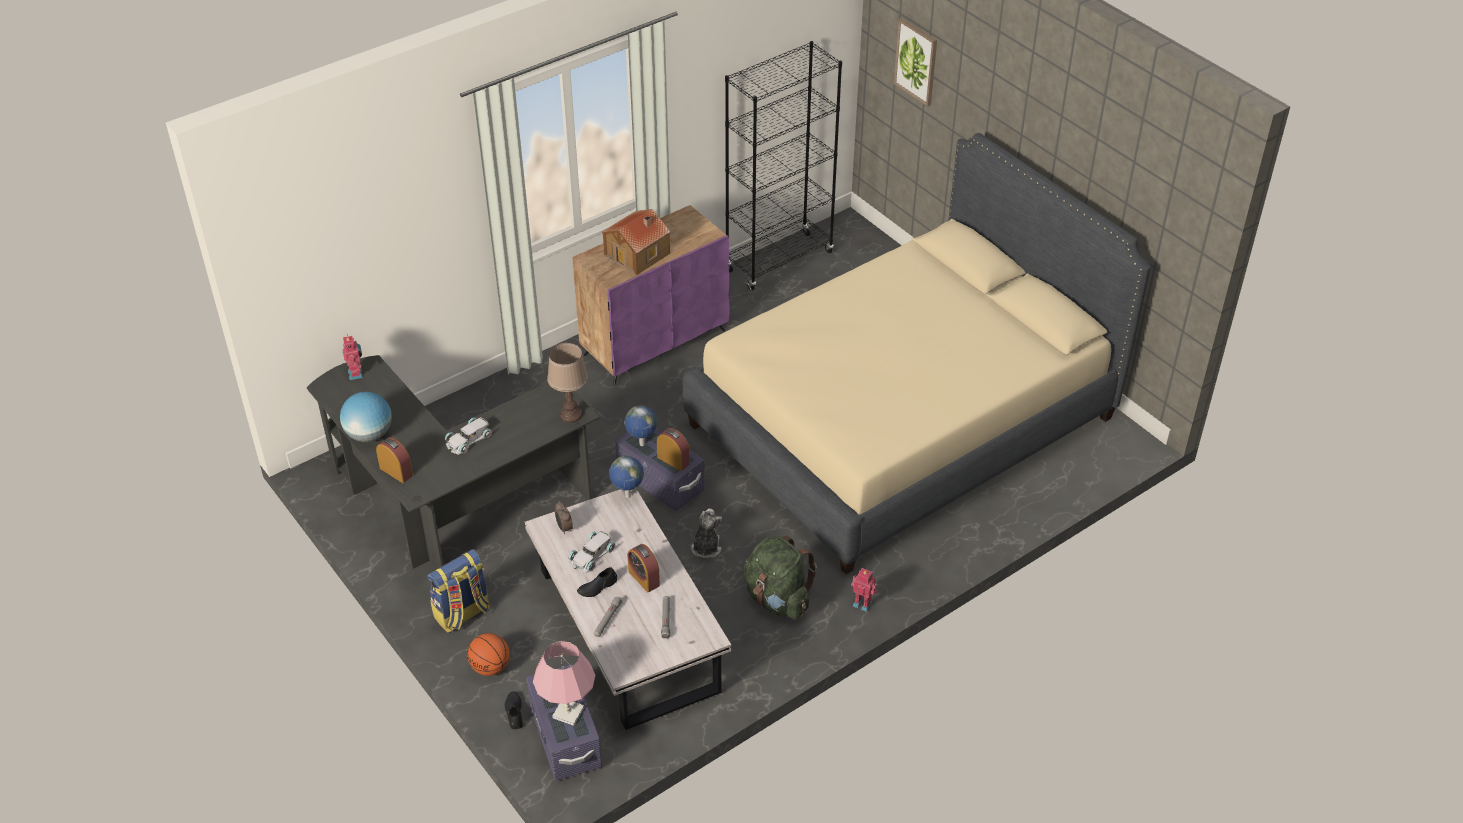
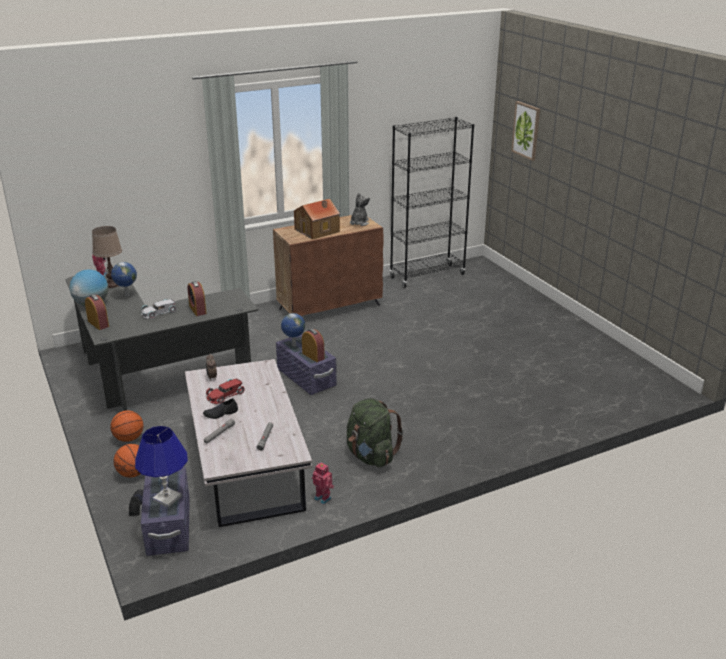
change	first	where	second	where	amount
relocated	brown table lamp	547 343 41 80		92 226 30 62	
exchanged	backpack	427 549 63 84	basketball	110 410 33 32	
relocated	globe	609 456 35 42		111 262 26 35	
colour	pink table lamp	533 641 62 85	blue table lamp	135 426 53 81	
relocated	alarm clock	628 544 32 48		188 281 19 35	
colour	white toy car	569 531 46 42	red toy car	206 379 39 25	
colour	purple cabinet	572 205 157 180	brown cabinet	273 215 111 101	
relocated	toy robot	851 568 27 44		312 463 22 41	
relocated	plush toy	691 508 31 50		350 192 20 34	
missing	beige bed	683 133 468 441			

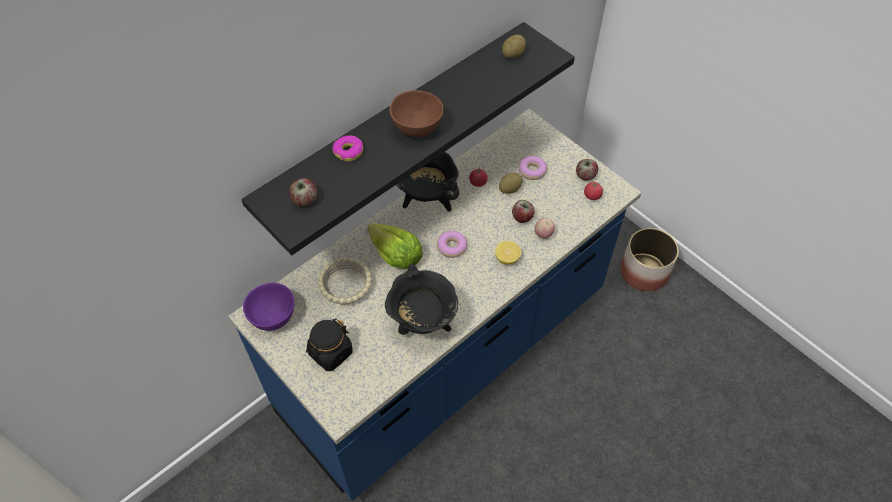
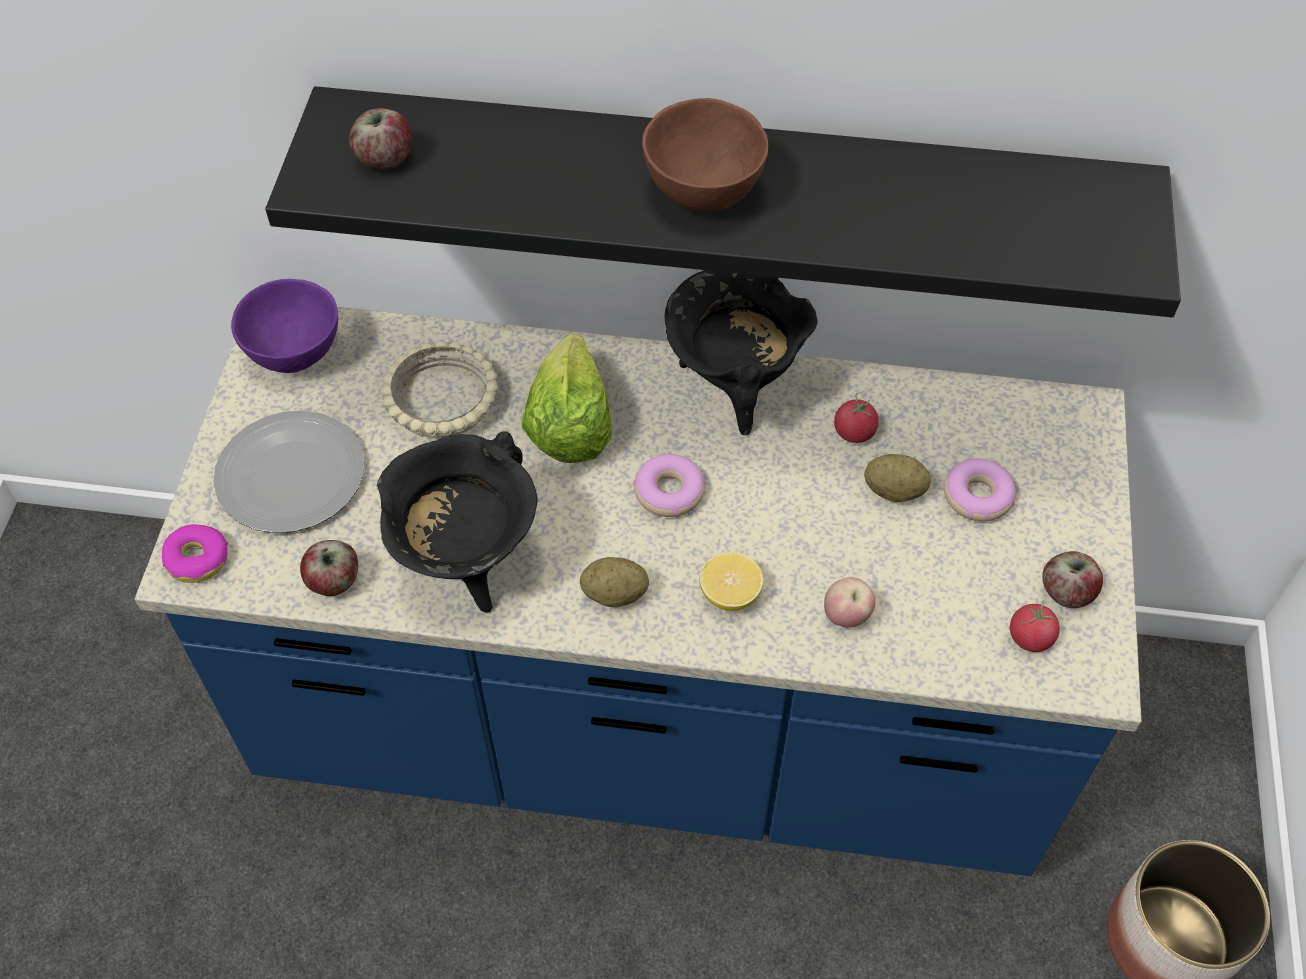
change	first	where	second	where	amount
relocated	donut	332 135 31 26		162 524 66 59	
exchanged	black jar	306 318 47 53	plate	213 410 151 123	
relocated	apple	512 200 23 23		300 540 58 56	
relocated	potato	502 35 24 23		580 557 69 50	

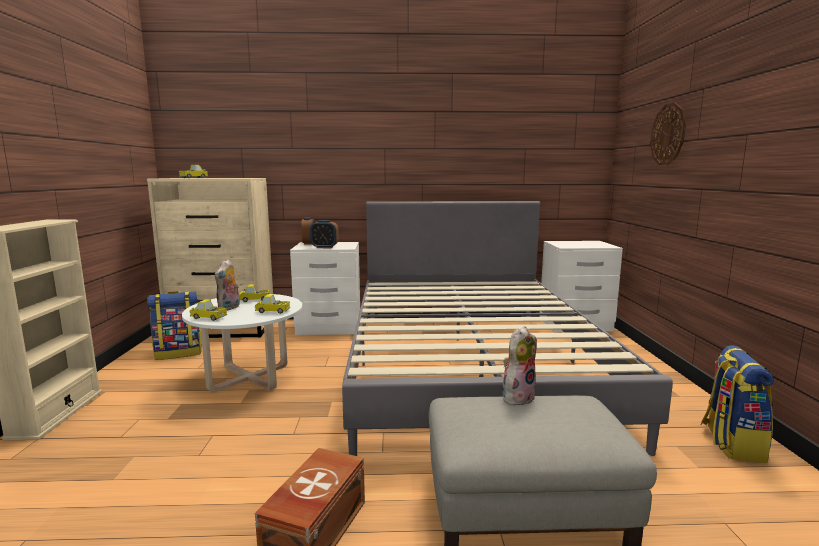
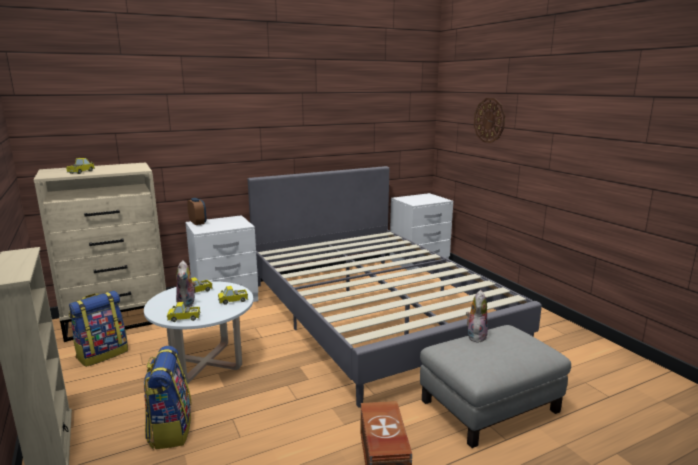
change	first	where	second	where	amount
relocated	backpack	700 346 74 117		144 346 48 103	
missing	alarm clock	310 220 29 28			

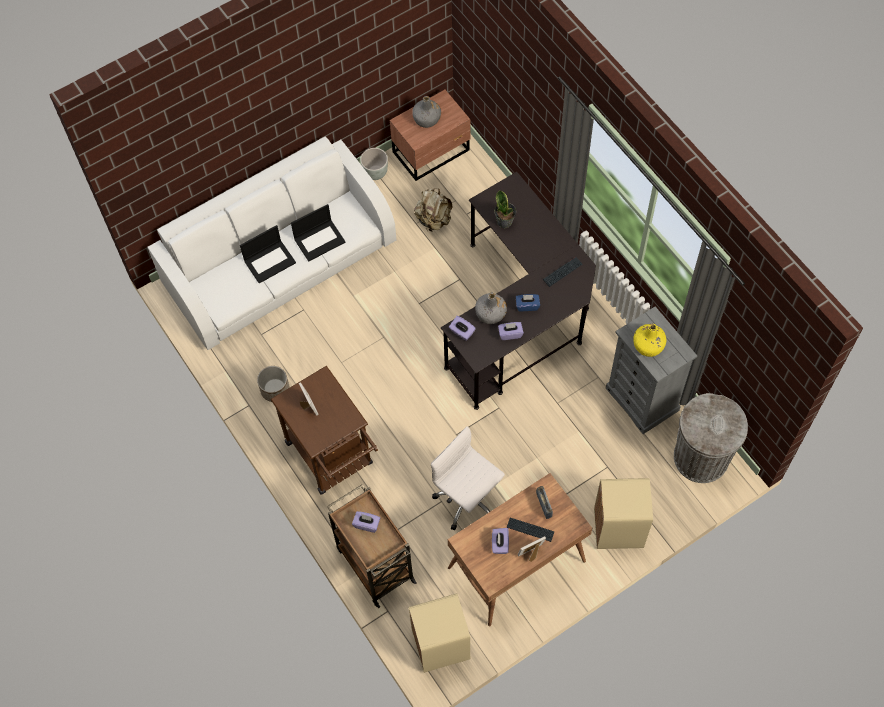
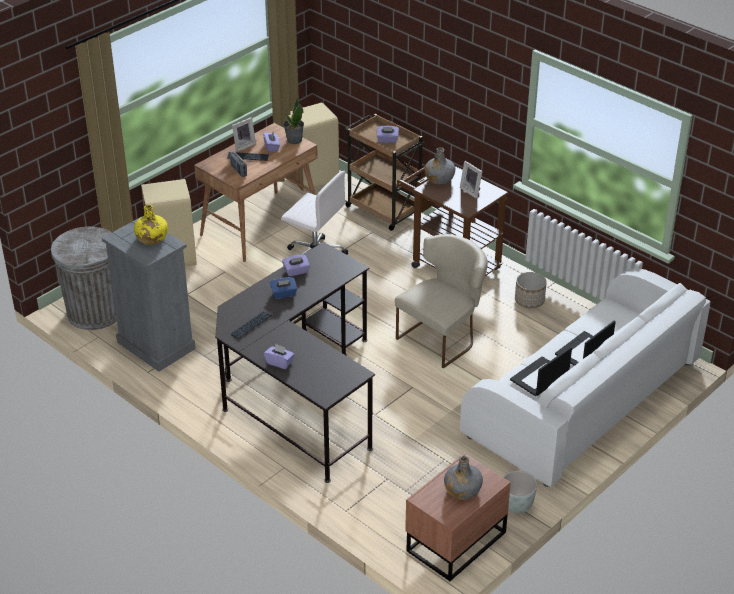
change	first	where	second	where	amount
relocated	purple tissue box	449 316 27 25		264 344 30 25	
relocated	potted plant	494 190 22 38		283 98 21 46	
appeared			beige chair	395 234 93 134	
relocated	grey bottle	475 293 32 31		424 147 31 37	
missing	beige backpack	414 188 39 44			

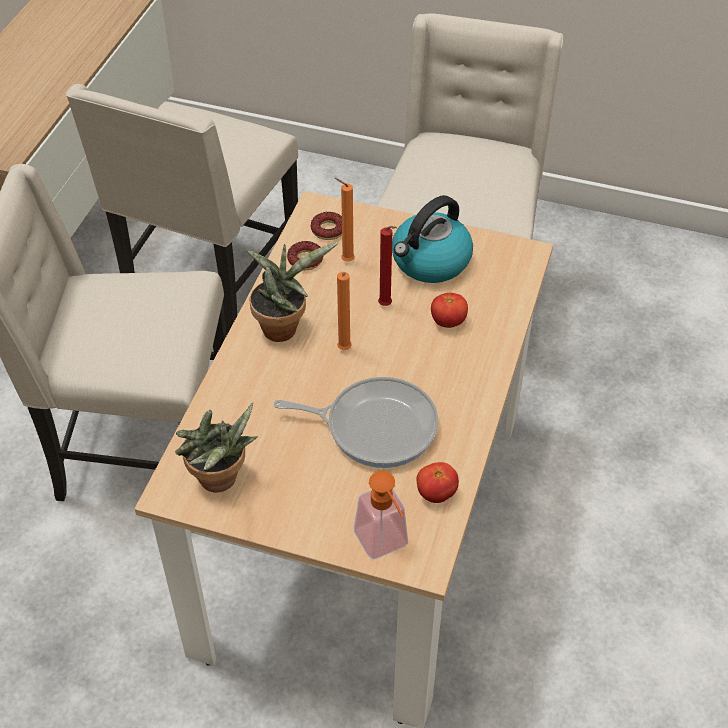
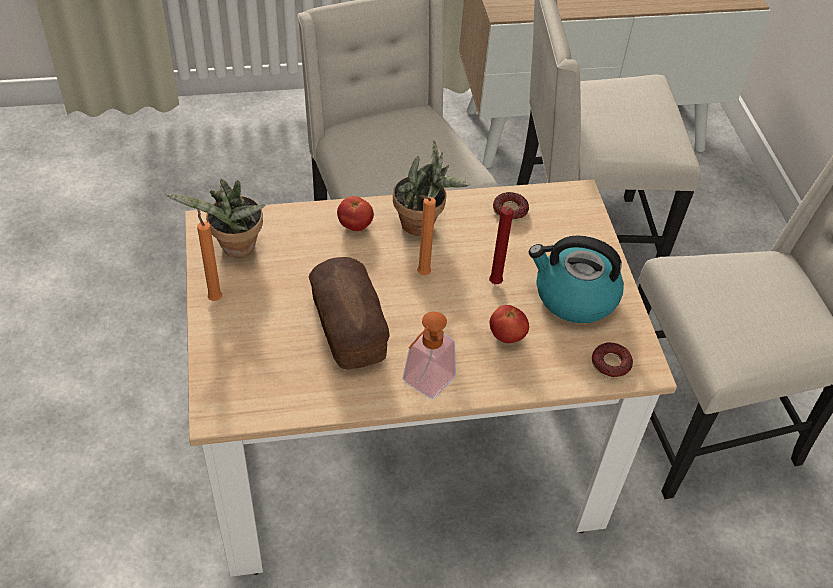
change	first	where	second	where	amount
relocated	orange candle	335 178 20 84		197 208 25 93	
exchanged	frying pan	274 377 164 91	bread	308 257 82 113	
relocated	tomato	416 462 43 41		337 196 37 35	
relocated	soap dispenser	354 471 54 88		403 312 53 87	
relocated	donut	311 212 31 28		592 343 41 35	

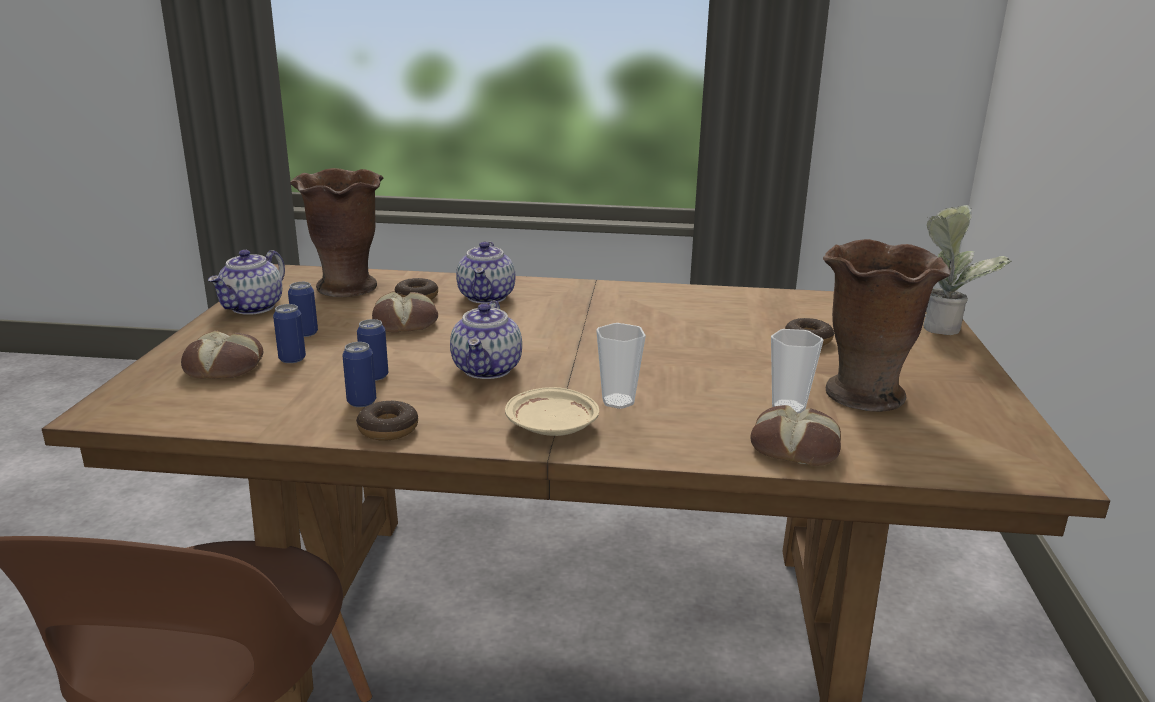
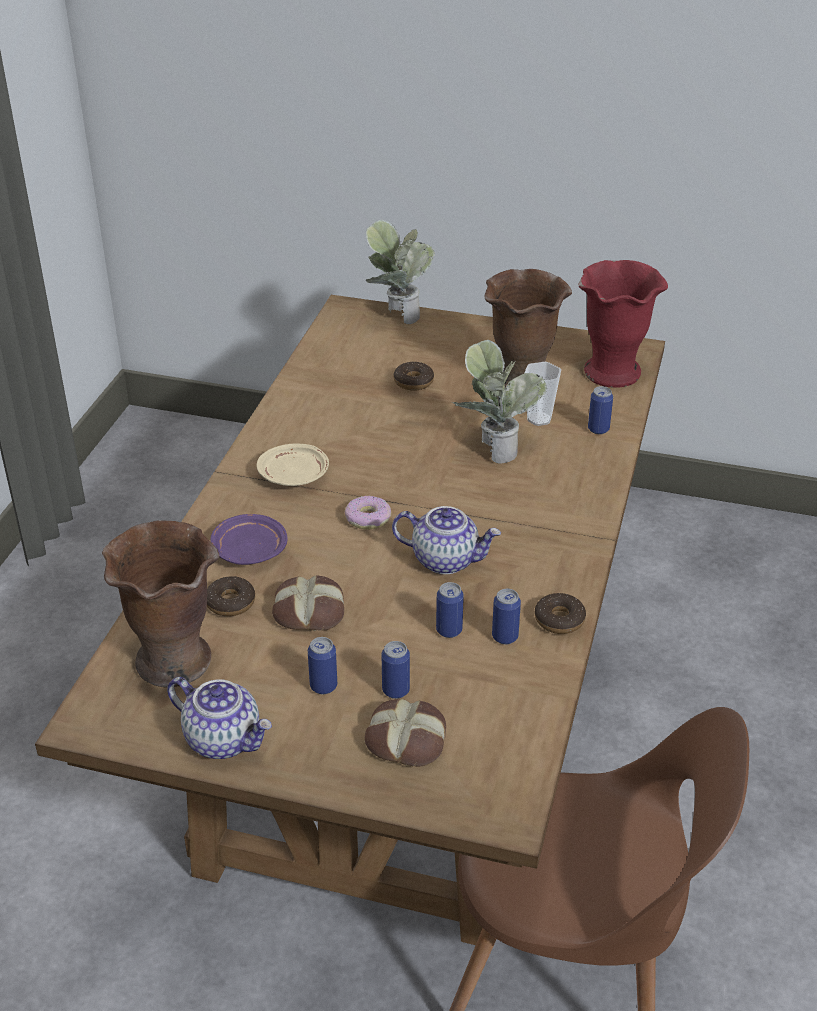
change	first	where	second	where	amount
exchanged	teapot	456 242 59 62	purple plate	211 514 77 51	
relocated	beige plate	505 387 94 49		257 444 72 42	
appeared			donut	345 496 46 33	
appeared			potted plant	452 340 95 123	
appeared			red vase	578 260 90 128	
exchanged	bread	751 405 90 61	can	588 386 25 48	
missing	cup	596 323 50 86			

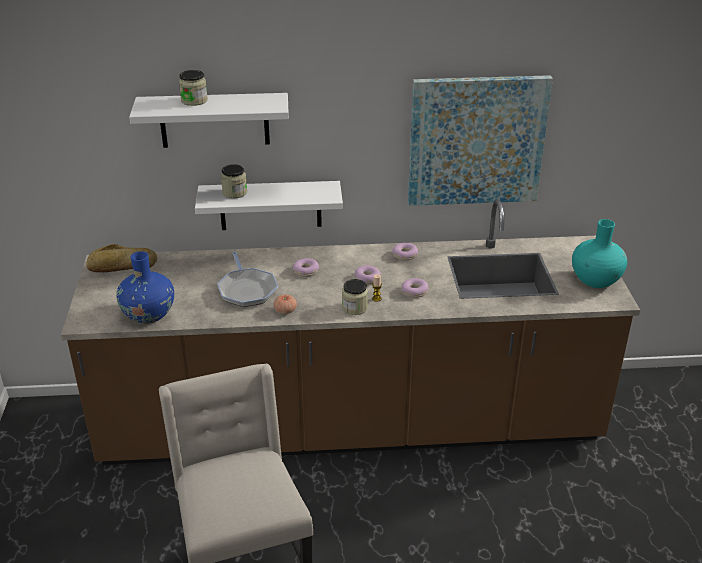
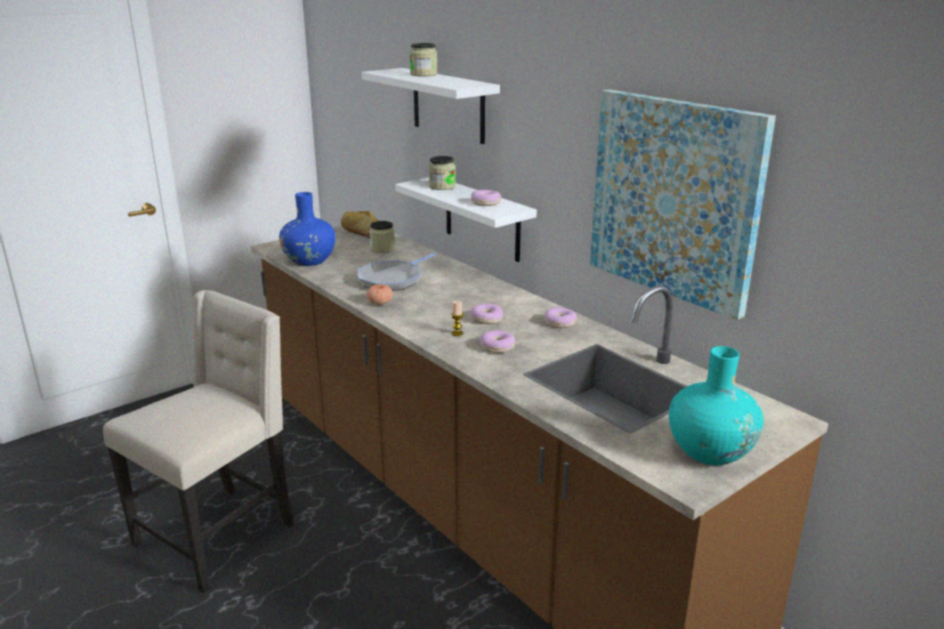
change	first	where	second	where	amount
relocated	jar	342 279 26 36		369 221 26 32	
relocated	donut	293 258 26 19		471 190 31 16	

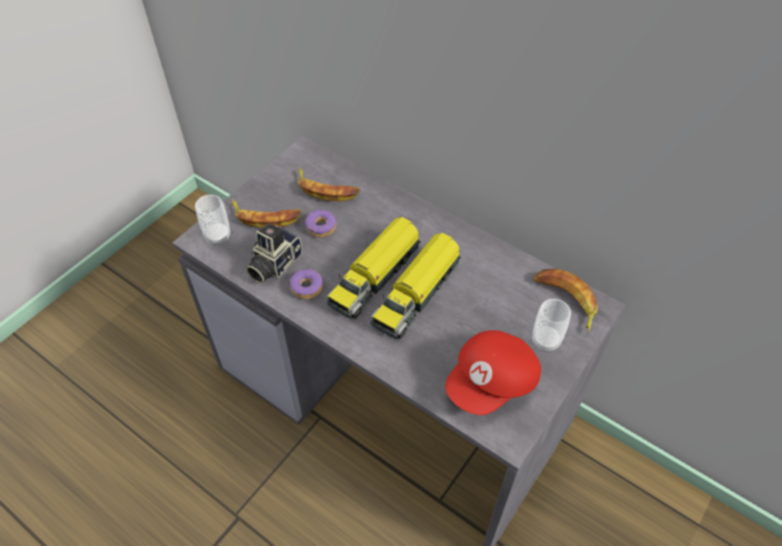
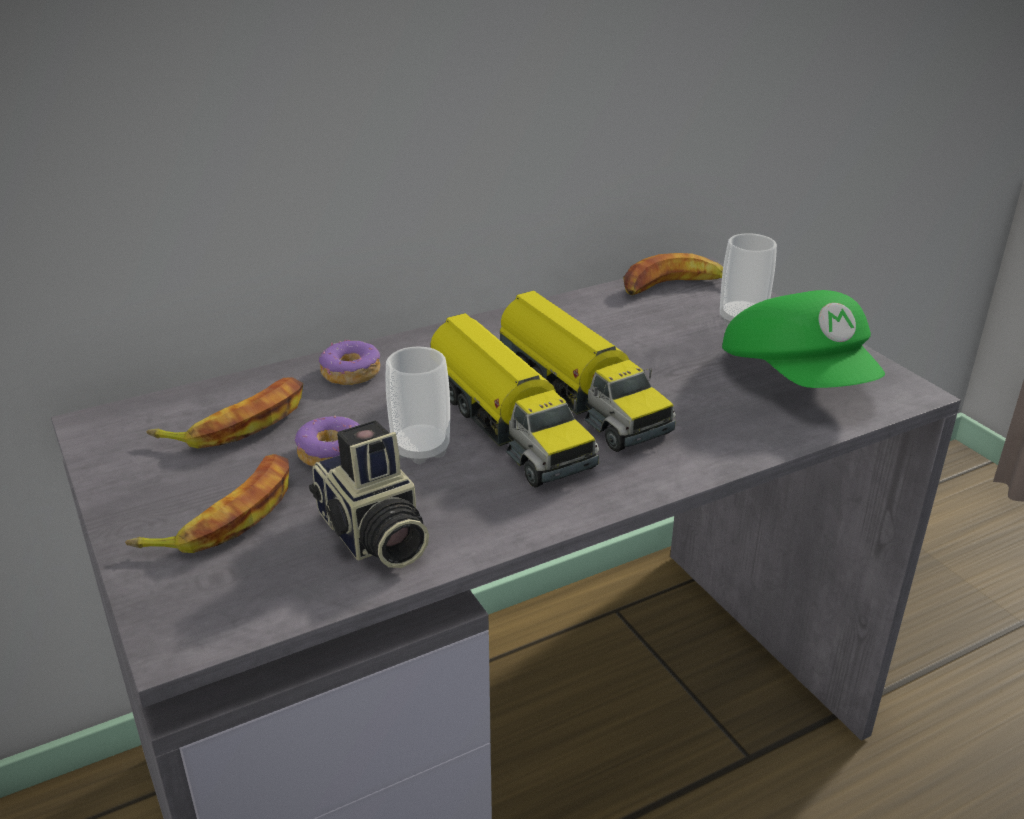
change	first	where	second	where	amount
relocated	donut	290 269 33 31		319 340 61 45	
relocated	cup	195 195 35 50		385 347 65 117	
colour	red cap	445 330 96 85	green cap	722 290 163 98	

